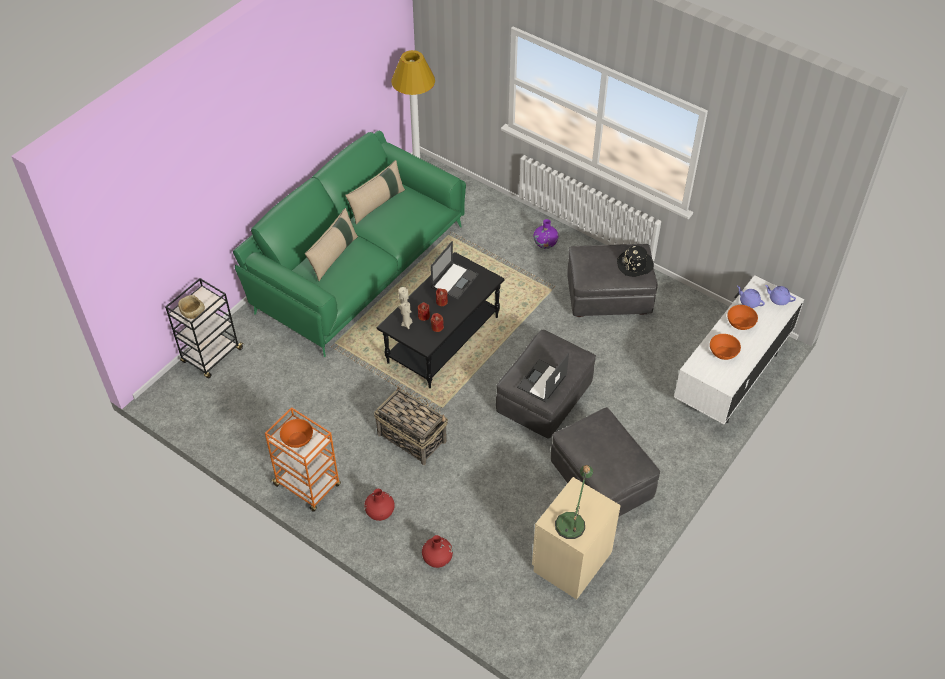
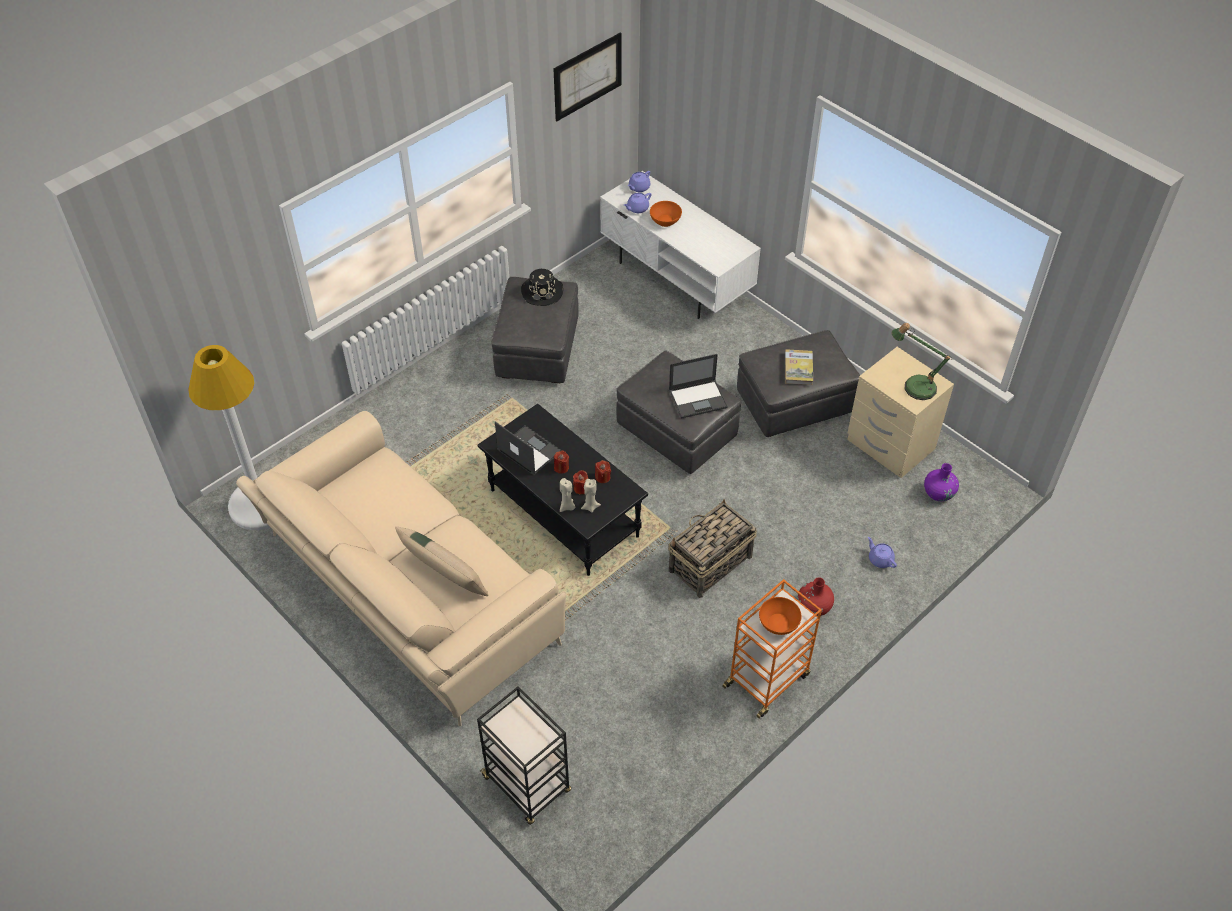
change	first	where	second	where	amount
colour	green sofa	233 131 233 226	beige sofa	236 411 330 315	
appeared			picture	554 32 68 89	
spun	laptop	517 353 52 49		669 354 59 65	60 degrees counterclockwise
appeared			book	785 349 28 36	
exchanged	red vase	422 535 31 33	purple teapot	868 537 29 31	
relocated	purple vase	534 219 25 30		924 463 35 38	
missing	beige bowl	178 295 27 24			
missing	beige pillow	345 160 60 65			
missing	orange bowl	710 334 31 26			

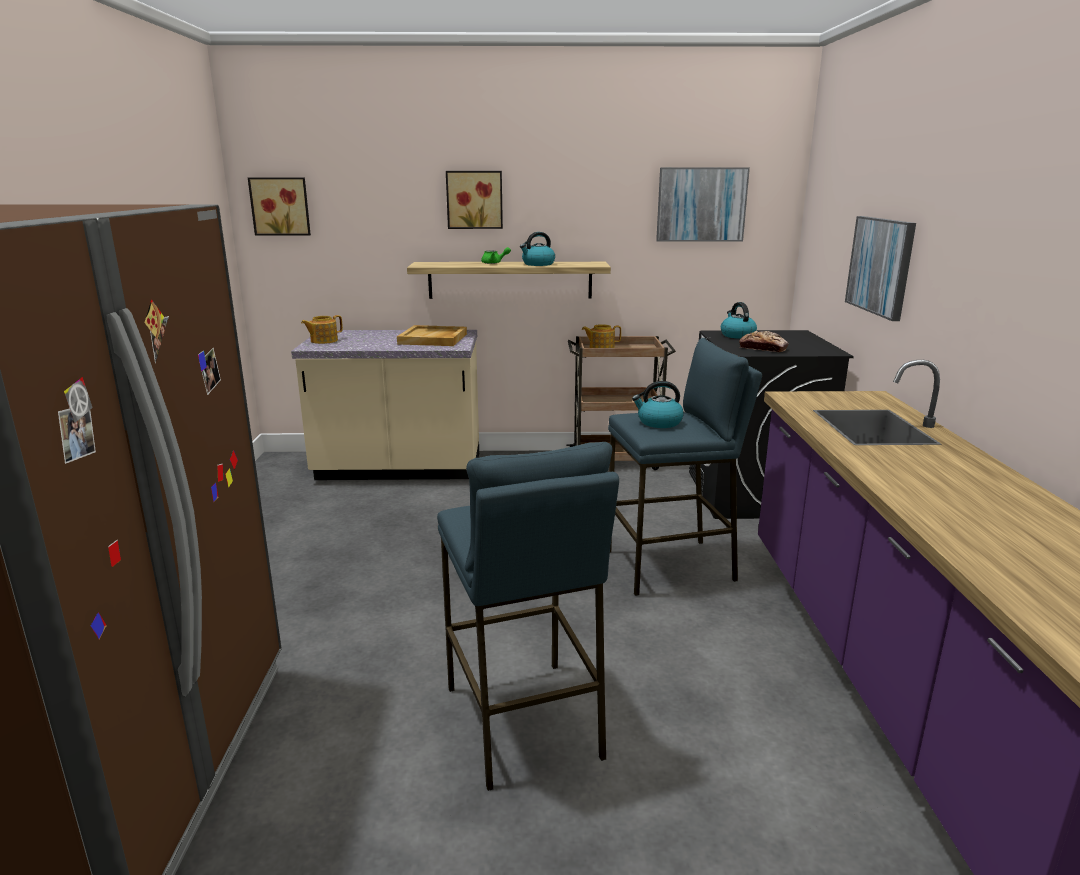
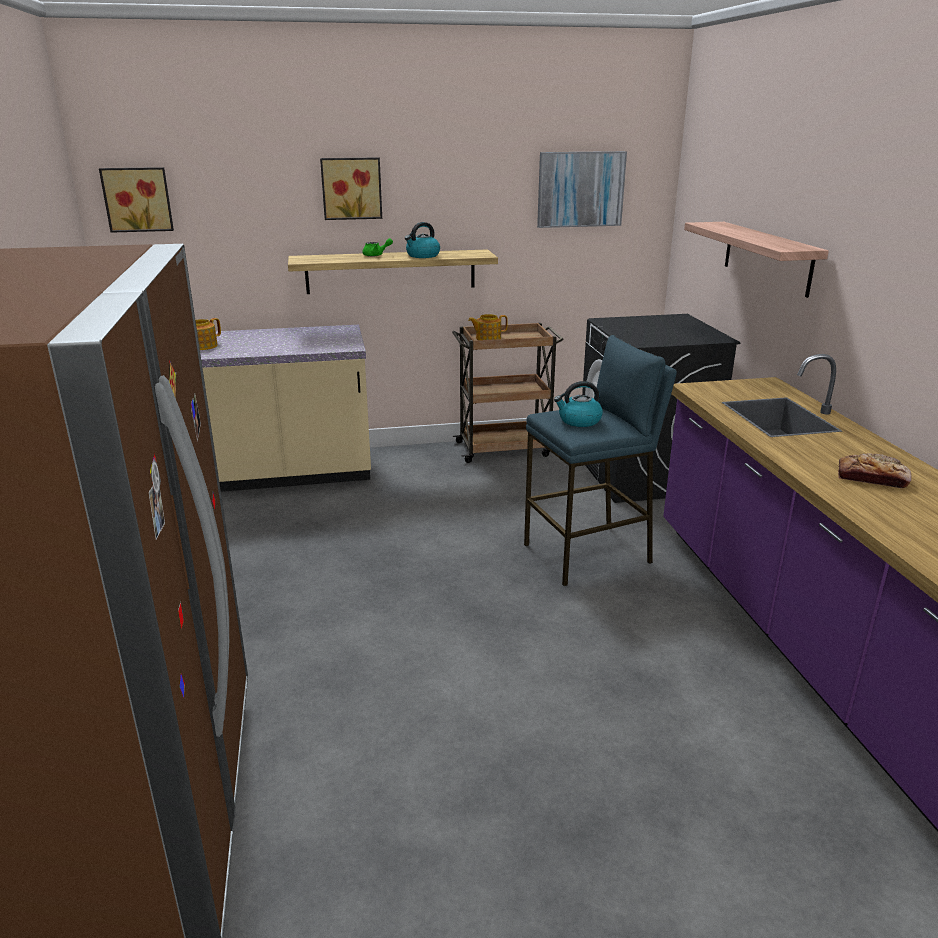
change	first	where	second	where	amount
exchanged	picture	845 216 71 105	shelf	684 222 145 76	
relocated	bread	739 331 50 21		838 453 74 35	
missing	beige tray	397 325 70 21			
missing	blue stool	437 442 182 349			
missing	kettle	721 302 36 37			

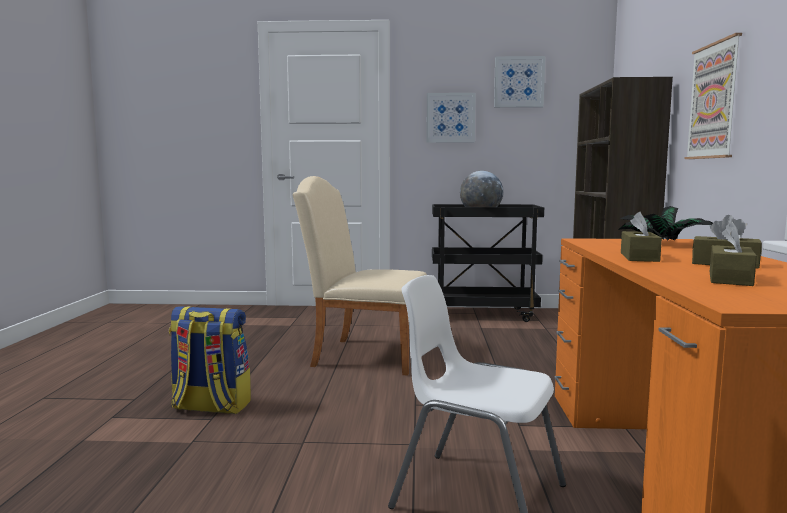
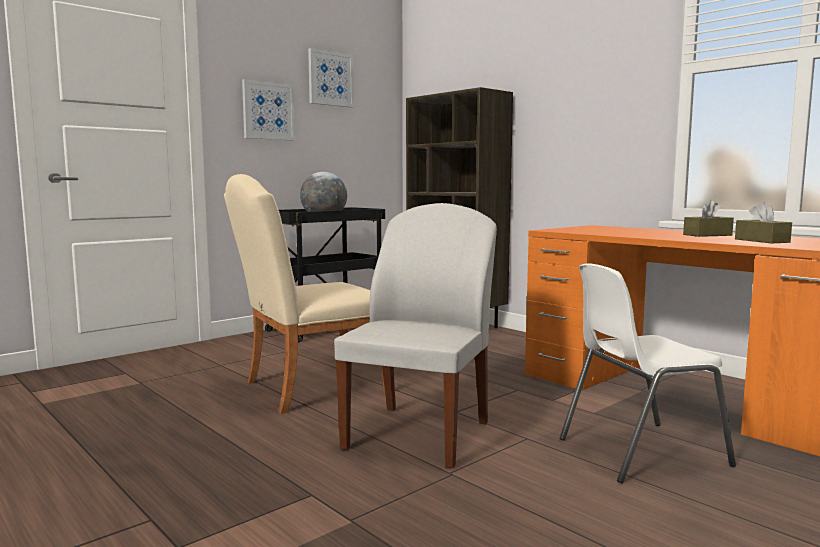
change	first	where	second	where	amount
appeared			white chair	334 203 163 265	
missing	backpack	169 306 82 108			
missing	potted plant	618 206 95 35			
missing	brown tissue box	621 212 41 50			
missing	picture	684 33 58 126			

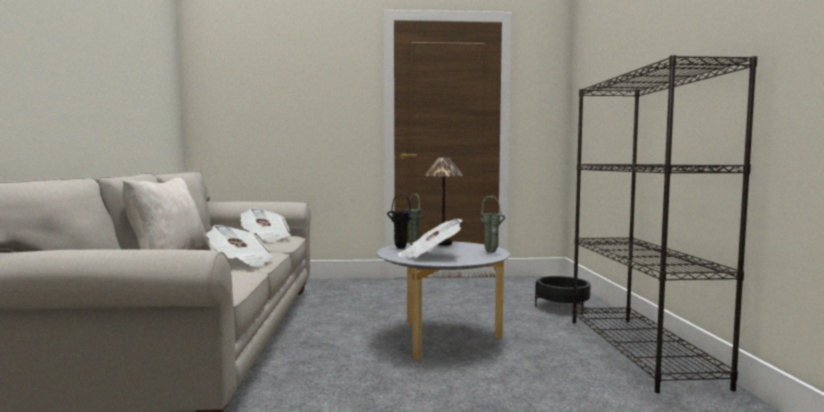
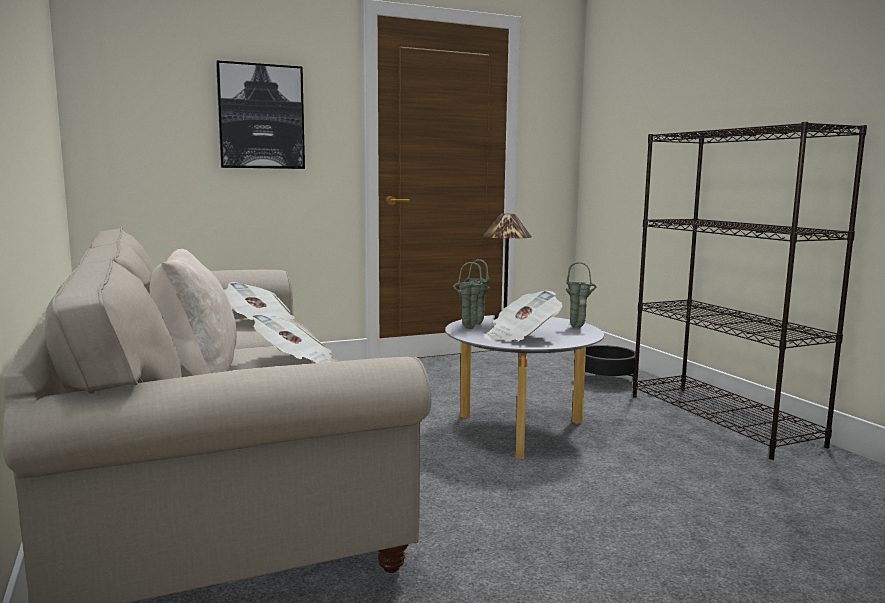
change	first	where	second	where	amount
appeared			picture	216 61 89 108	
colour	black vase	387 194 24 55	green vase	453 262 30 67	

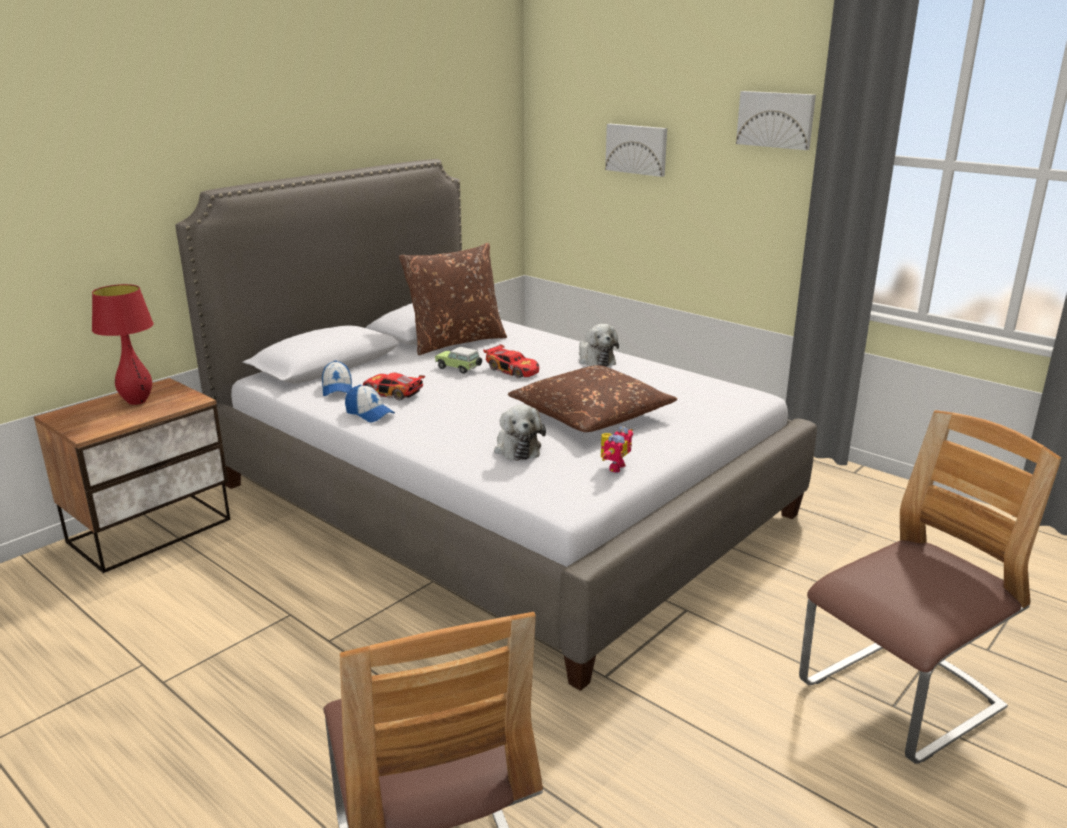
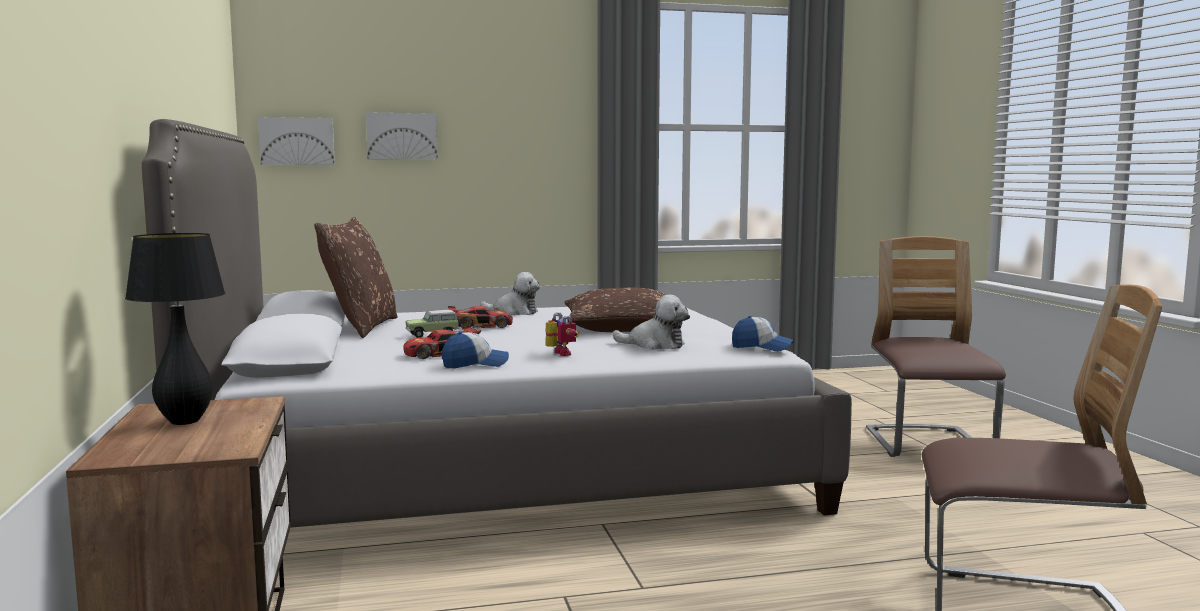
change	first	where	second	where	amount
colour	red table lamp	92 284 62 121	black table lamp	125 233 100 192	
relocated	picture	736 91 80 59		258 117 77 48	
relocated	toy robot	601 426 32 47		545 312 33 44	
relocated	cap	322 360 30 36		732 316 62 36	

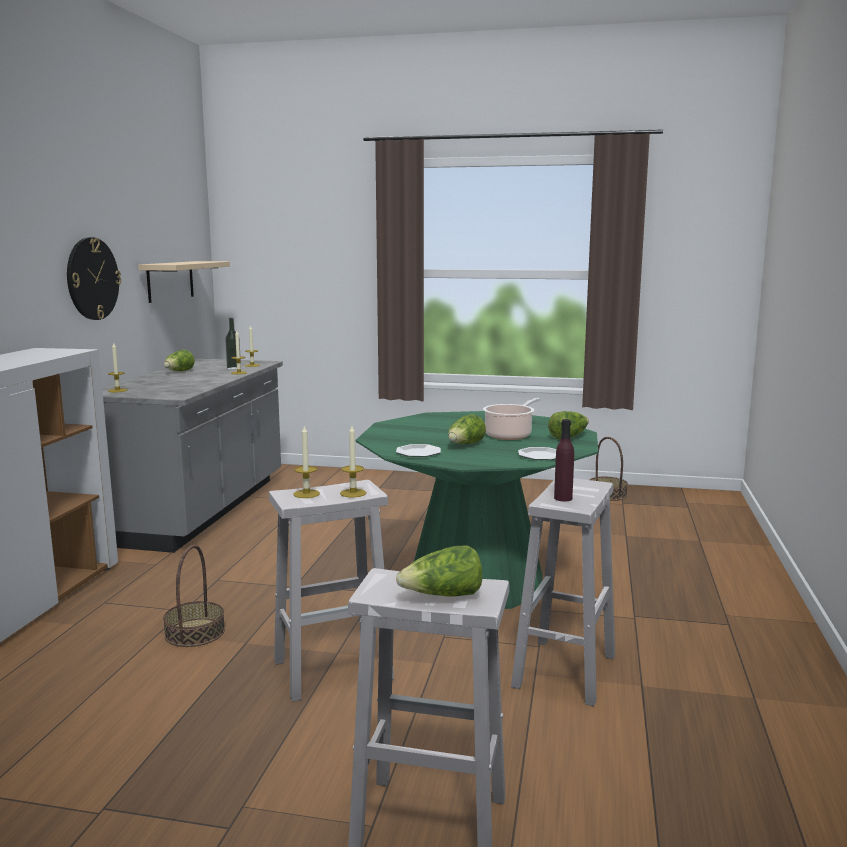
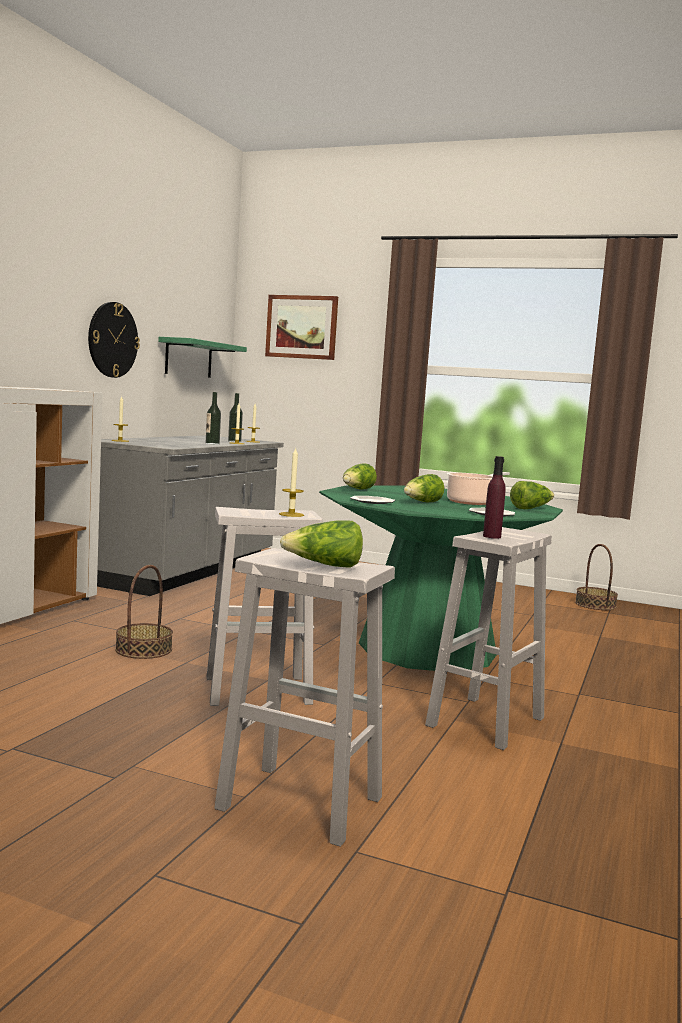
change	first	where	second	where	amount
colour	beige shelf	138 261 92 42	green shelf	158 337 89 41	
appeared			bottle	206 392 15 52	
appeared			picture	265 295 73 65	
relocated	lettuce	164 350 31 21		343 463 34 27	
missing	candle	294 426 26 72			

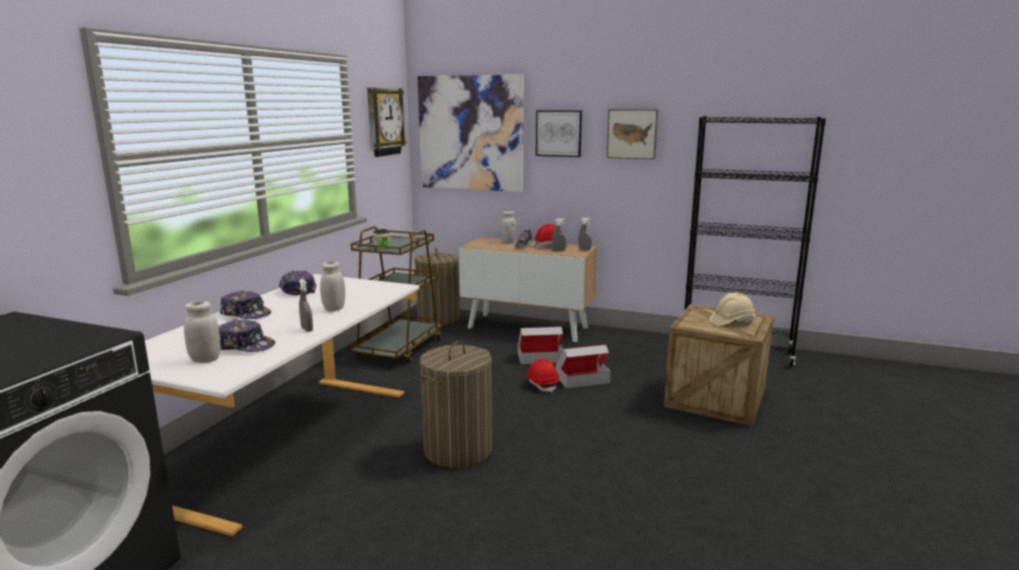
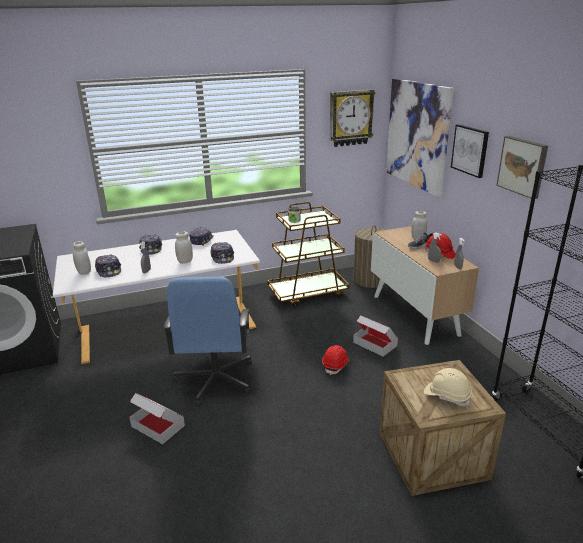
change	first	where	second	where	amount
relocated	cardboard box	556 345 55 43		129 393 56 51	
exchanged	laundry basket	419 341 73 127	blue office chair	163 277 89 129	
appeared			cap	210 242 24 22	

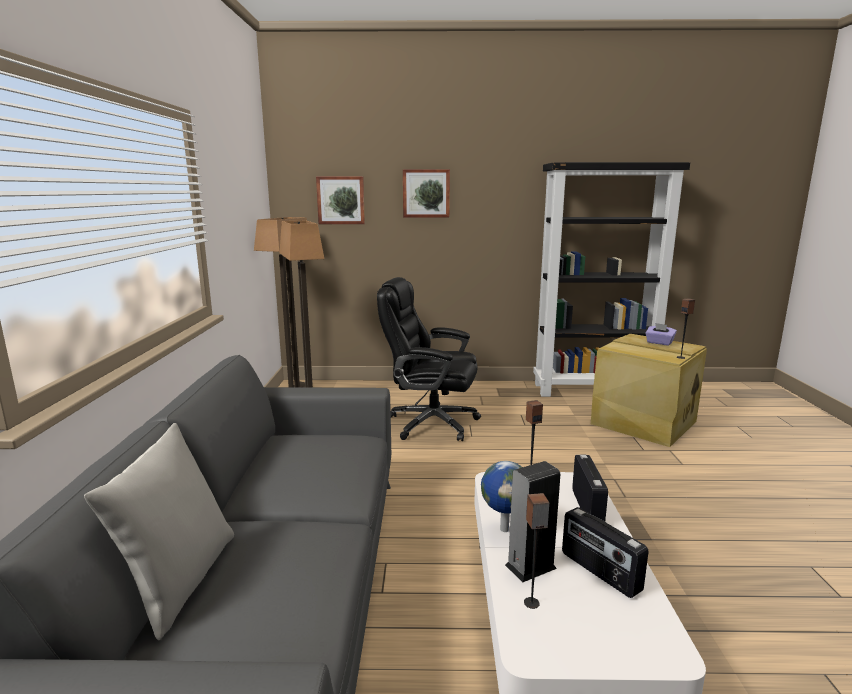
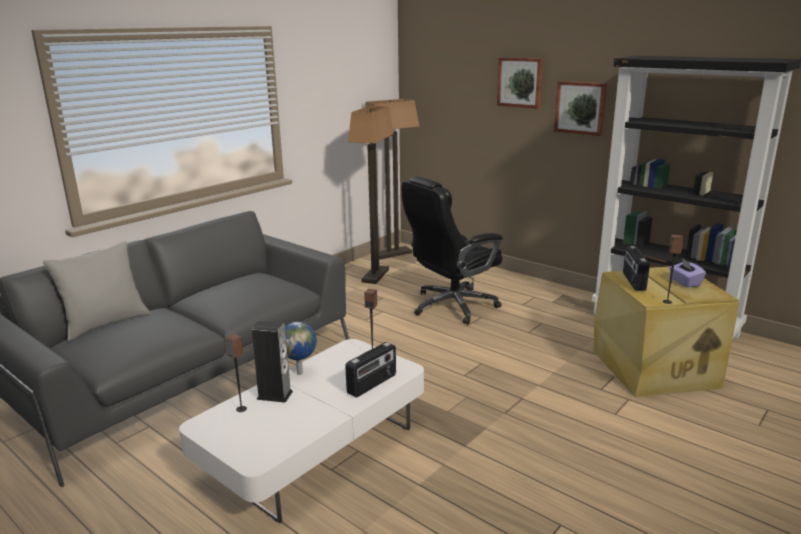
change	first	where	second	where	amount
spun	black office chair	377 277 104 164		402 176 101 149	90 degrees counterclockwise
relocated	picture	316 176 49 48		554 81 53 55	
relocated	radio	562 507 86 91		623 246 27 45	

